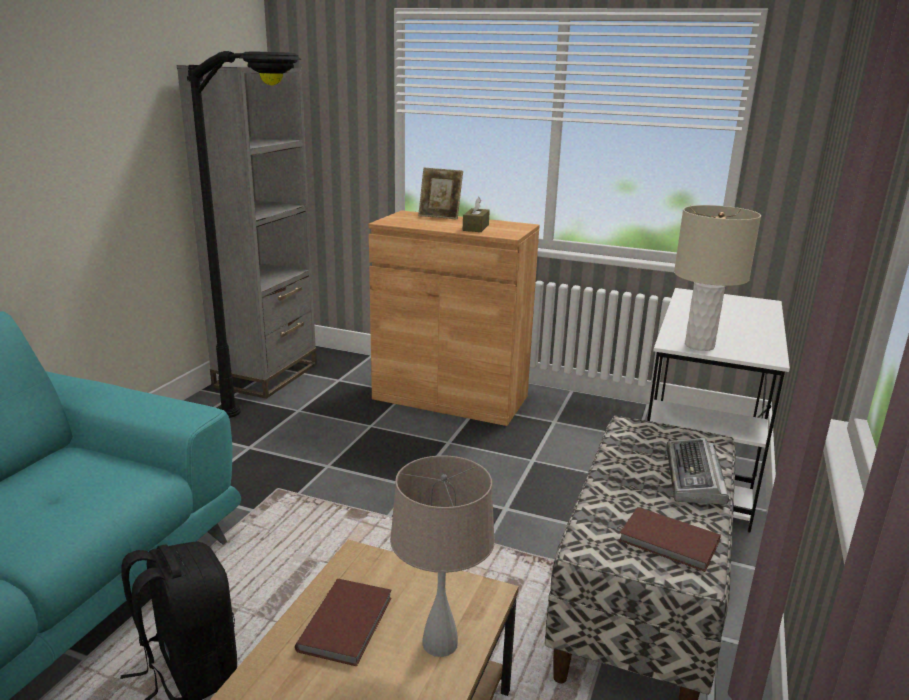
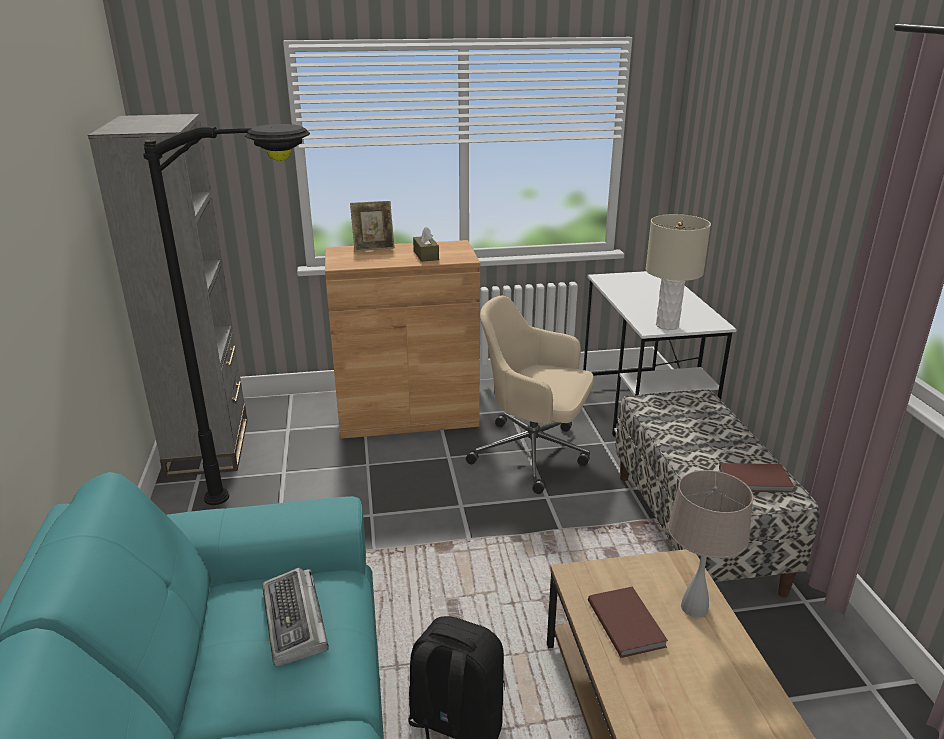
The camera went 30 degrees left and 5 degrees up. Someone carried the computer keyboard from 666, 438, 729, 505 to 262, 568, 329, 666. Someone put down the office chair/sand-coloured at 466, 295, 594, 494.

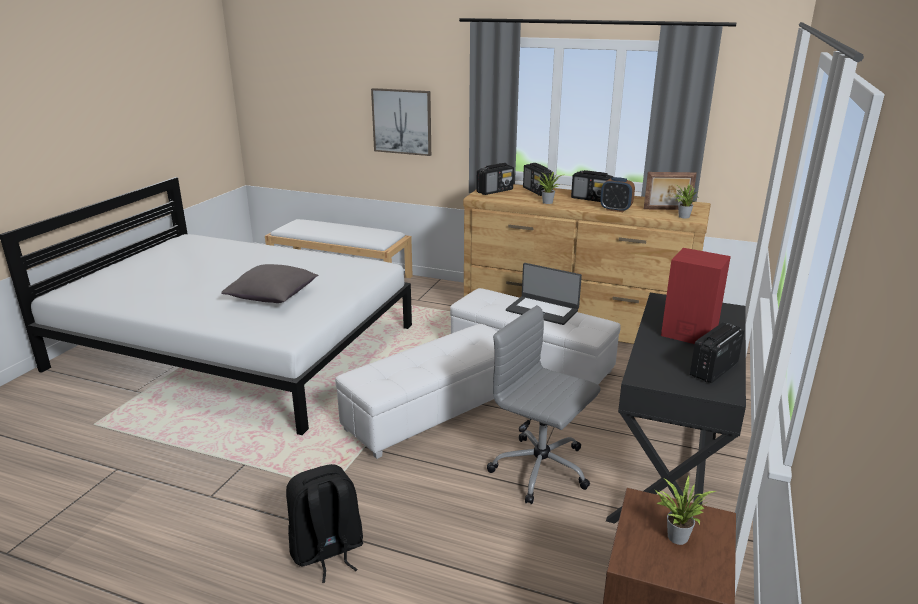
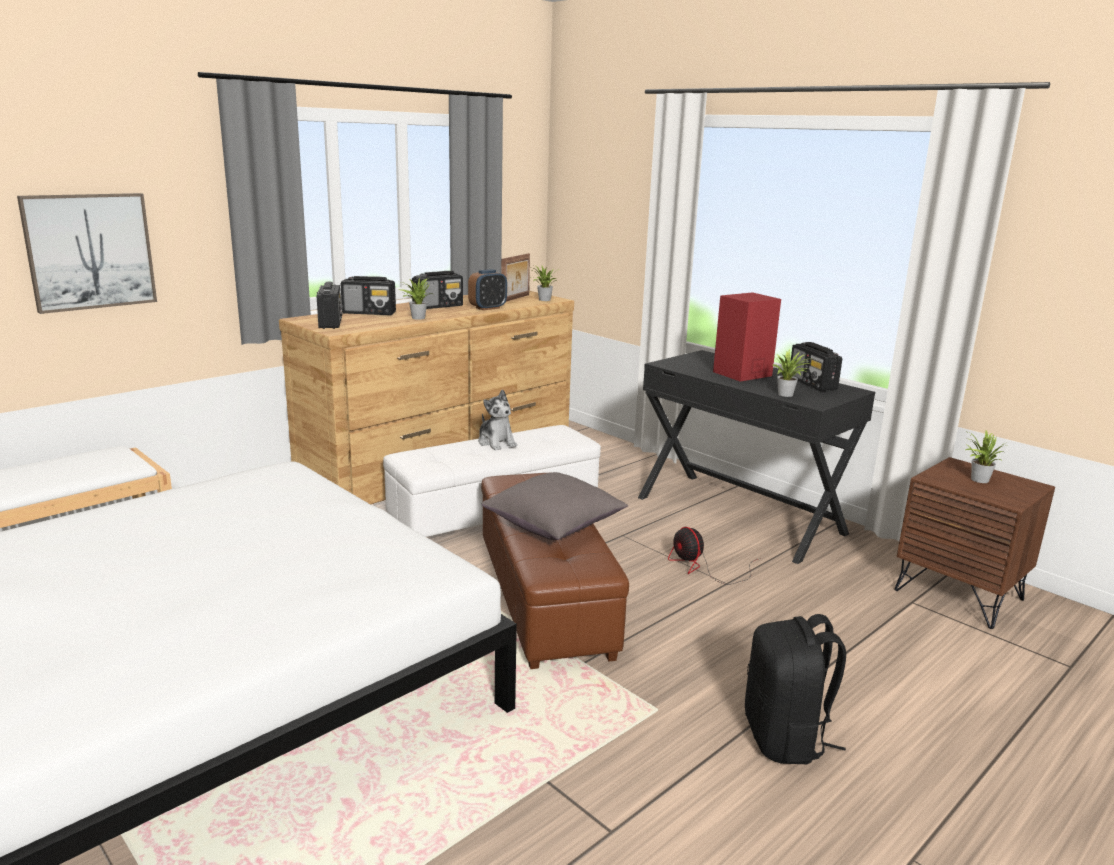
The camera went 65 degrees left and 5 degrees down. Someone swapped the notebook computer at 506, 263, 582, 325 for the soft toy at 478, 390, 517, 450. Someone repainted the pouffe/whitish at 335, 324, 498, 459, which became the pouffe/brown-coloured at 481, 473, 629, 669. Someone carried the cushion/gray from 221, 264, 318, 303 to 482, 472, 628, 540. Someone swapped the office chair/gray at 487, 305, 601, 505 for the electric fan at 668, 527, 762, 584. Someone put down the plant in a pot at 773, 350, 812, 397.

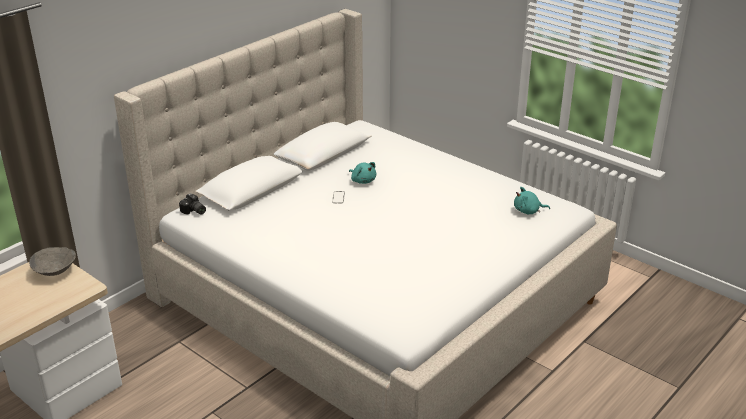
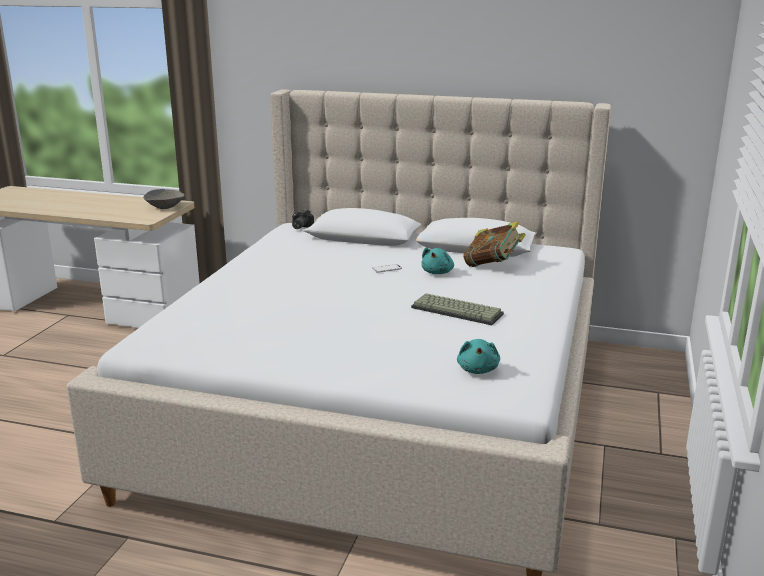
The camera went 65 degrees right and 10 degrees down. Someone put down the computer keyboard at 411, 293, 504, 325. Someone rotated the soft toy/blue-green at 514, 187, 550, 214 by 150 degrees counterclockwise. Someone put down the bound book at 463, 221, 526, 267.

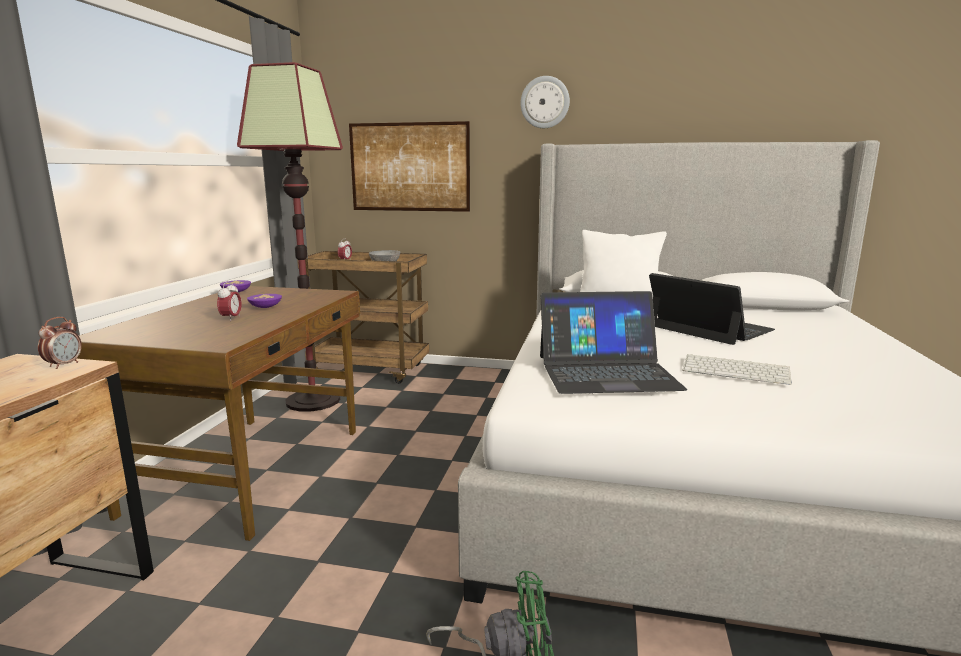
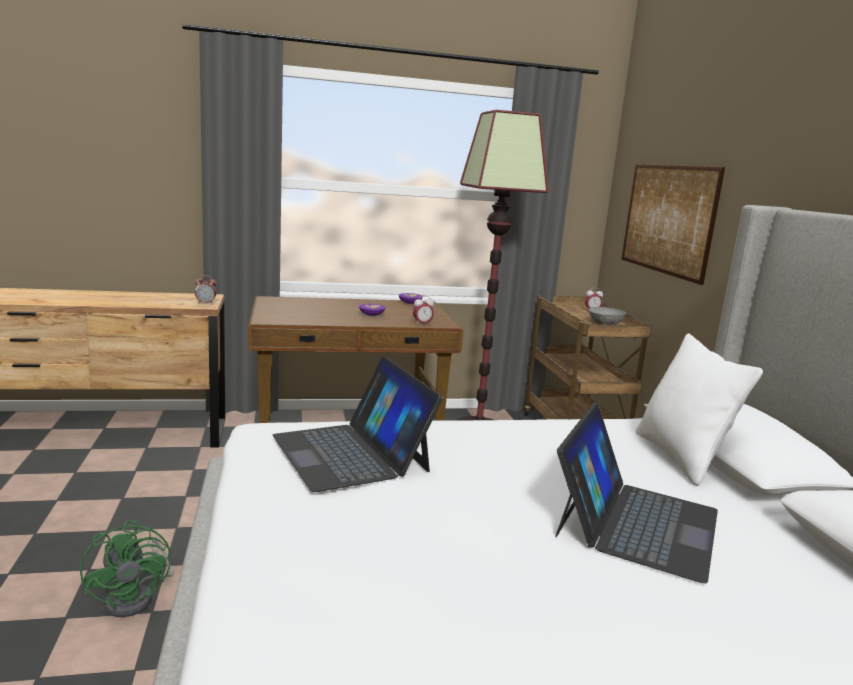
The camera went 65 degrees right and 0 degrees up. Someone carried the bedside clock from 217, 282, 242, 321 to 413, 296, 434, 324. Someone took away the clock on the wall at 520, 76, 570, 128. Someone took away the computer keyboard at 682, 354, 792, 385.

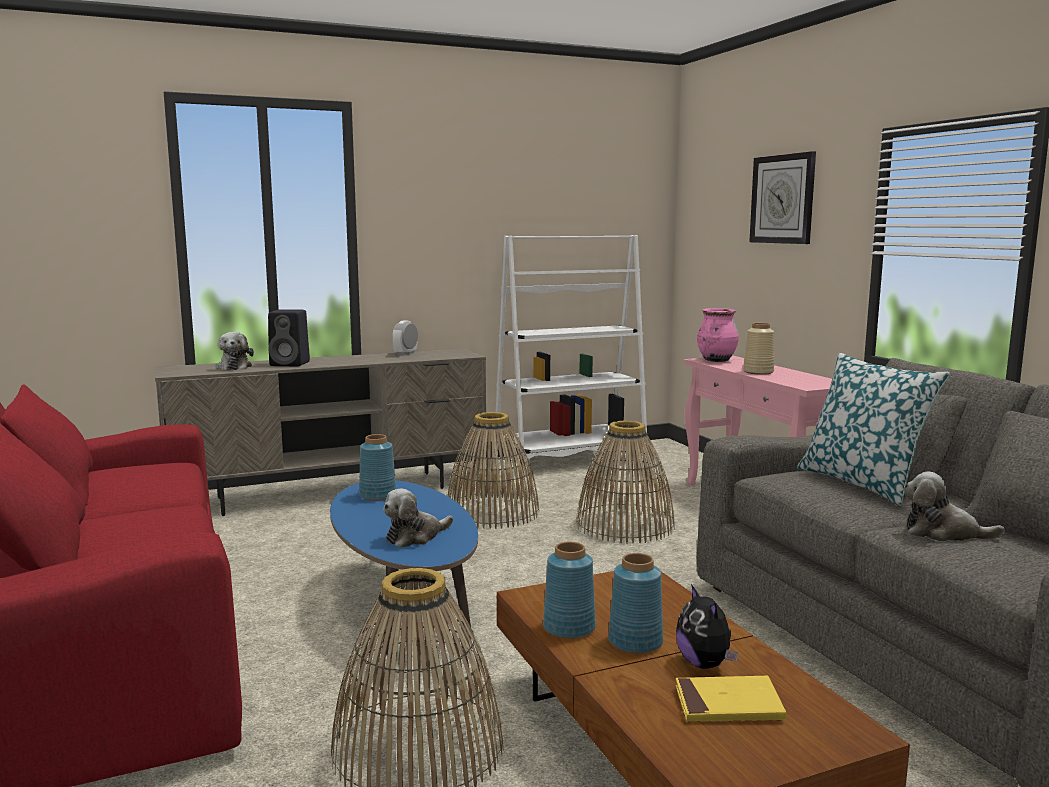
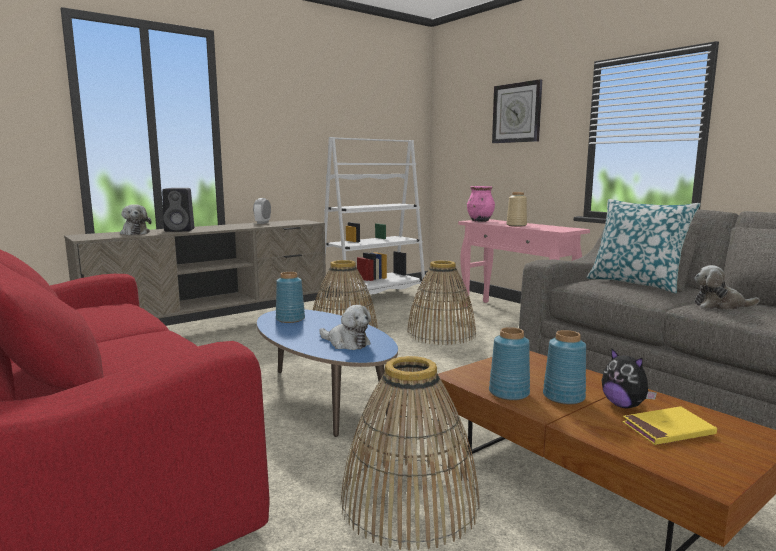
The camera went 15 degrees left and 0 degrees up. Someone rotated the soft toy at 383, 488, 453, 548 by 90 degrees counterclockwise.

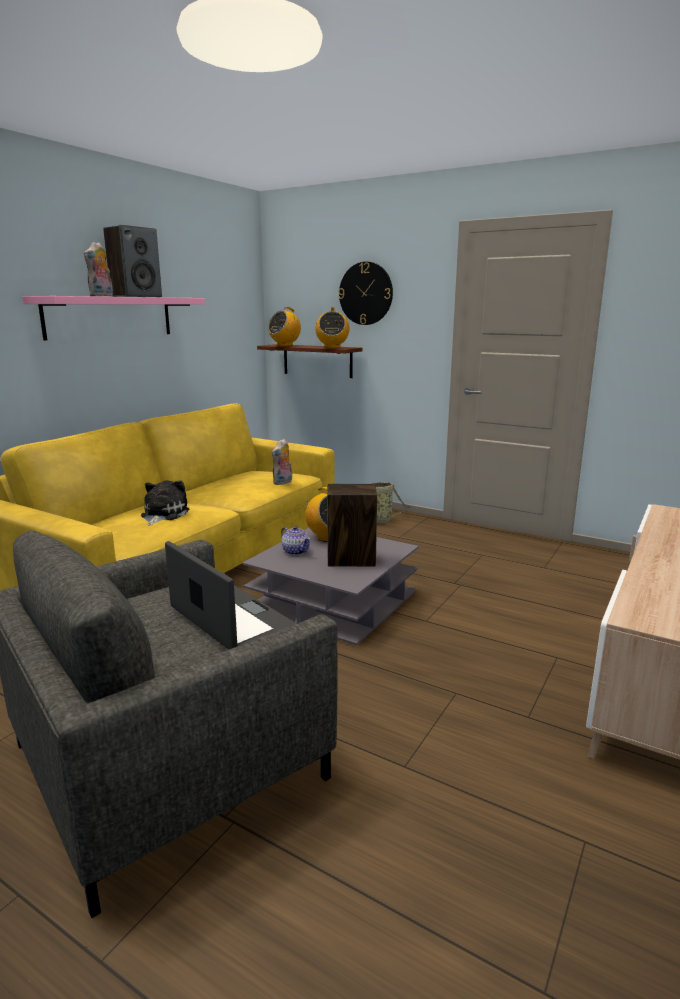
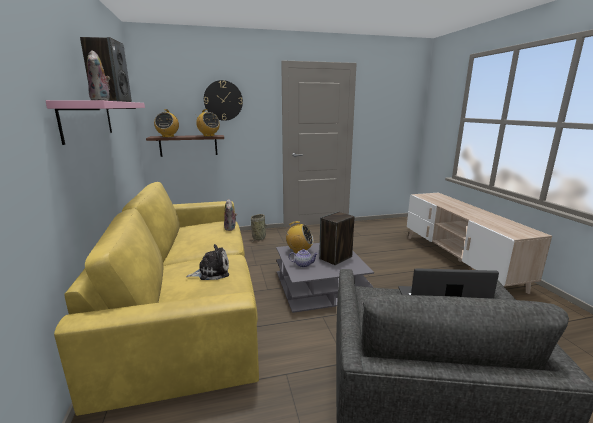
The camera went 45 degrees left and 0 degrees up. Someone rotated the soft toy at 141, 480, 190, 526 by 105 degrees clockwise.

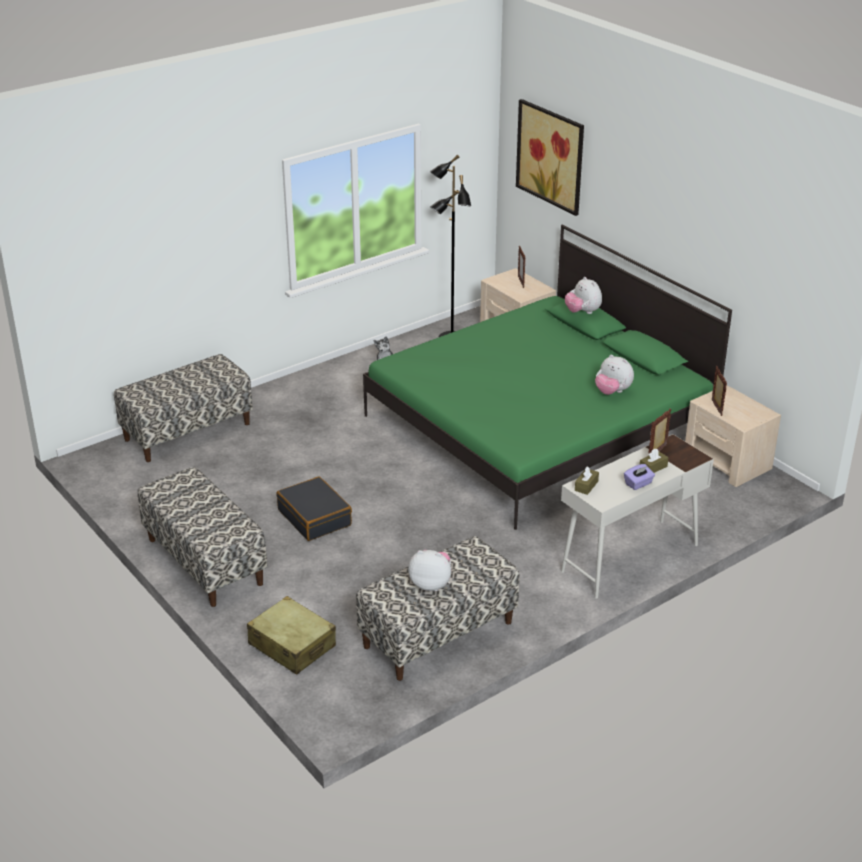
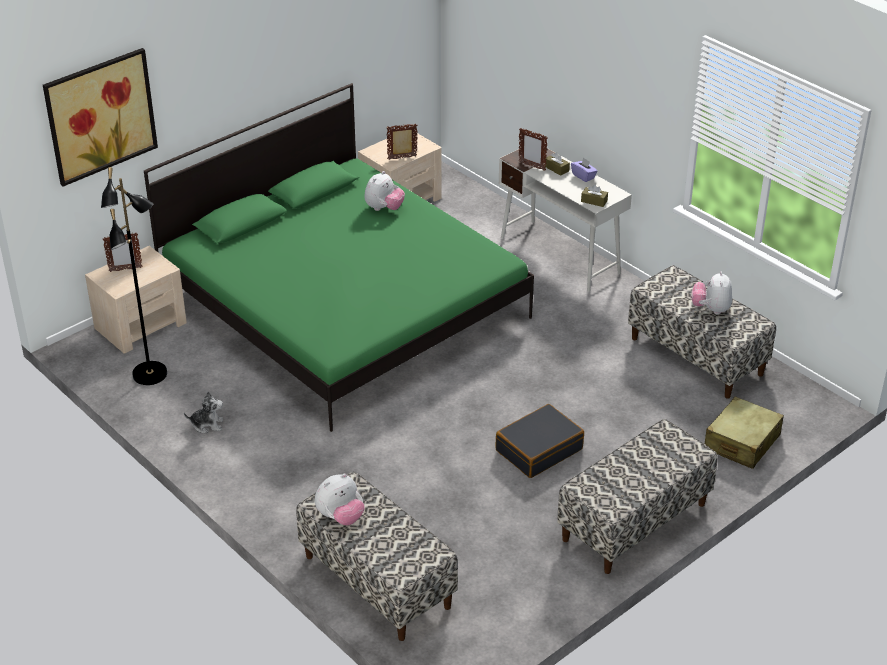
The camera went 95 degrees left and 5 degrees up. Someone carried the soft toy from 565, 277, 602, 314 to 315, 474, 365, 525.

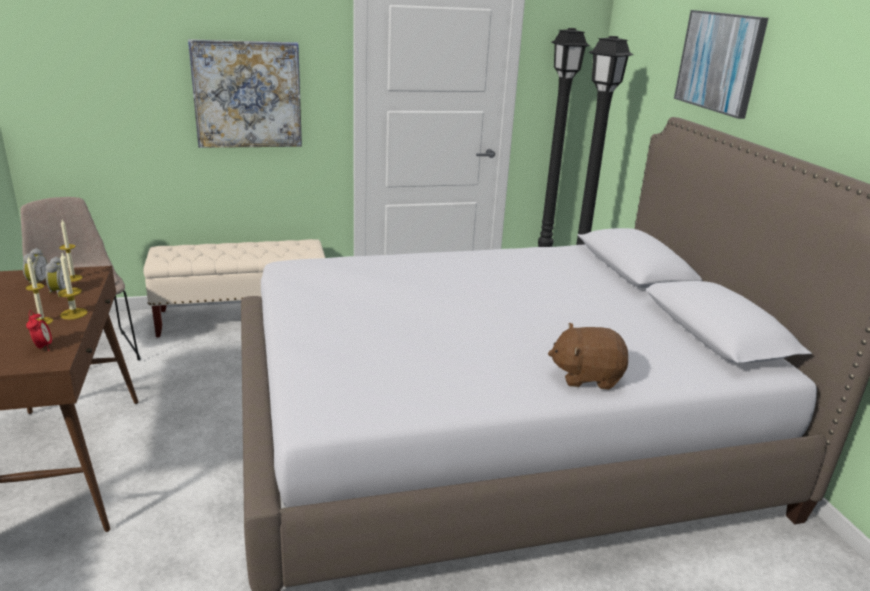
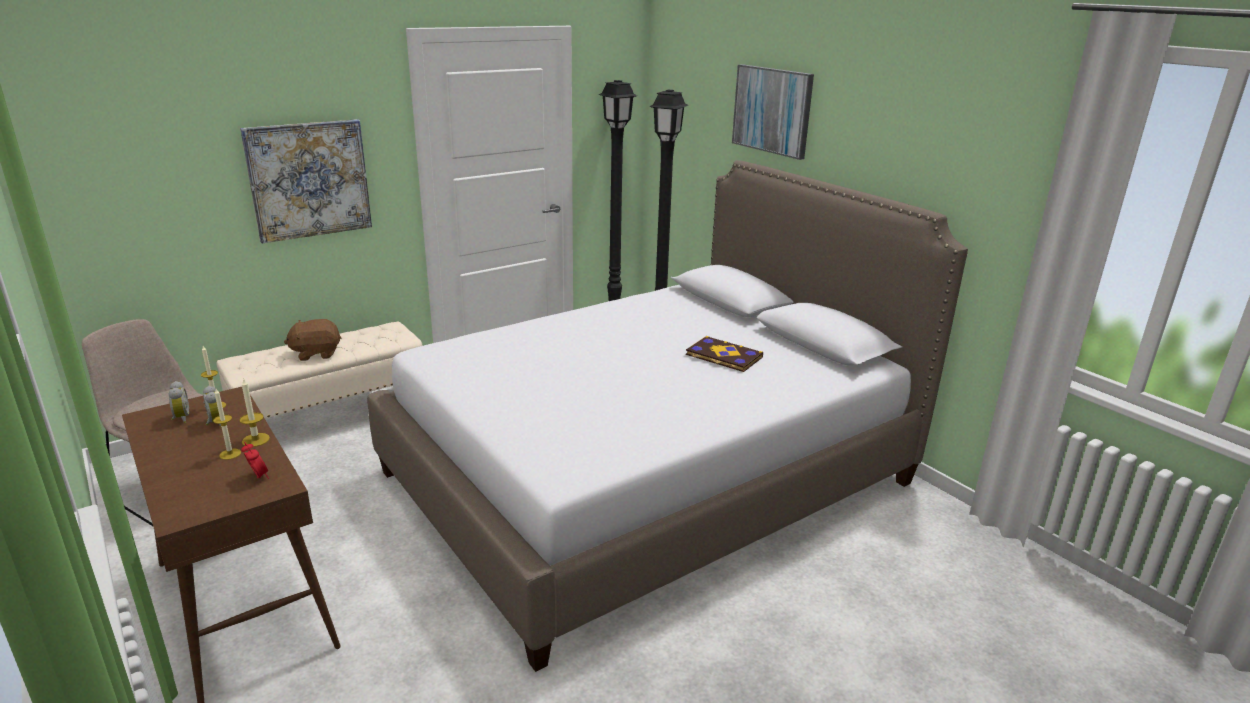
The camera went 20 degrees left and 0 degrees up. Someone carried the soft toy/brown-coloured from 548, 323, 628, 390 to 284, 319, 341, 361. Someone put down the bound book at 686, 336, 763, 372.

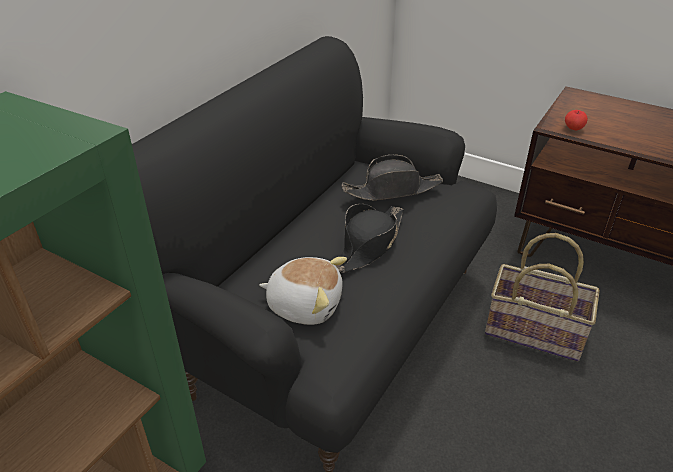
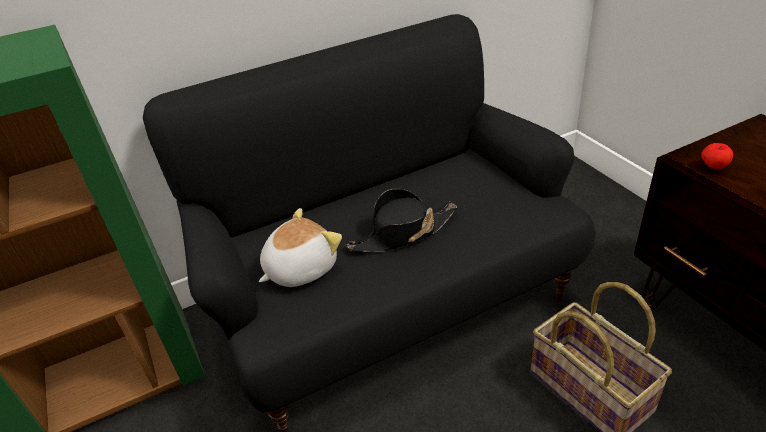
The camera went 35 degrees right and 0 degrees up. Someone rotated the soft toy at 259, 257, 347, 325 by 90 degrees counterclockwise. Someone took away the hat/blackish at 342, 155, 443, 200.

